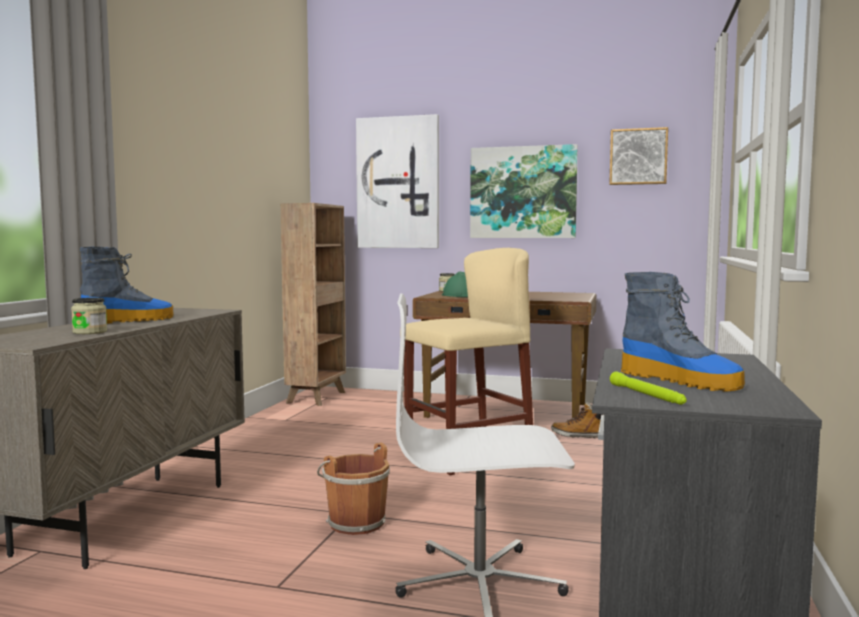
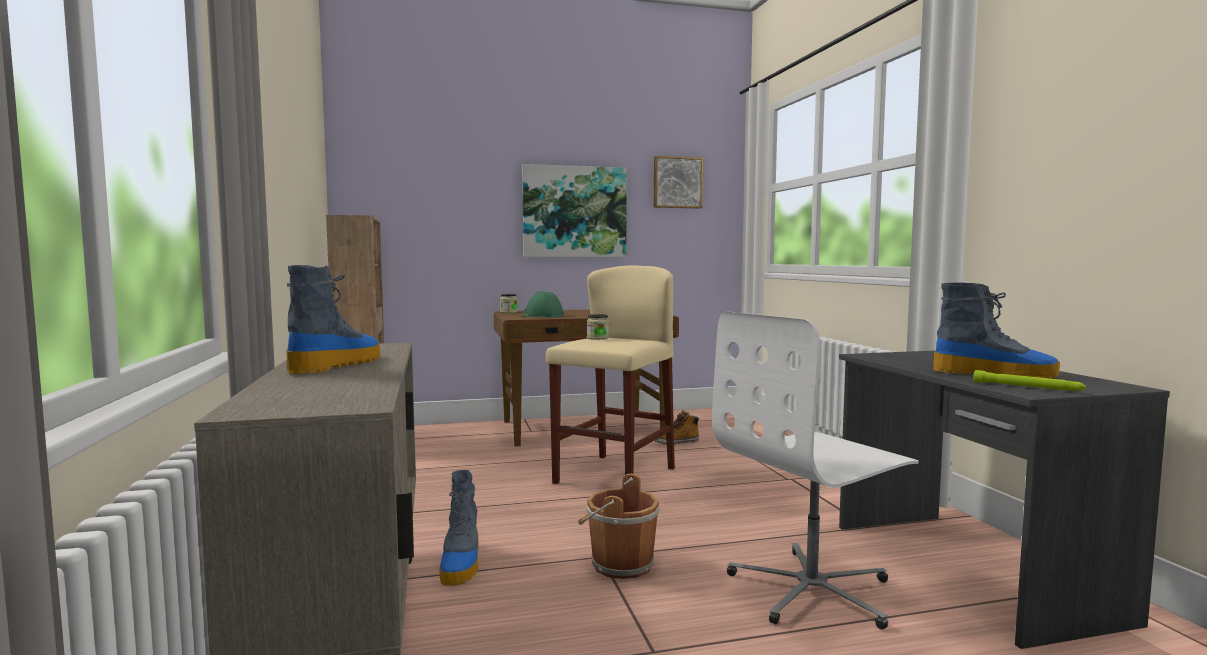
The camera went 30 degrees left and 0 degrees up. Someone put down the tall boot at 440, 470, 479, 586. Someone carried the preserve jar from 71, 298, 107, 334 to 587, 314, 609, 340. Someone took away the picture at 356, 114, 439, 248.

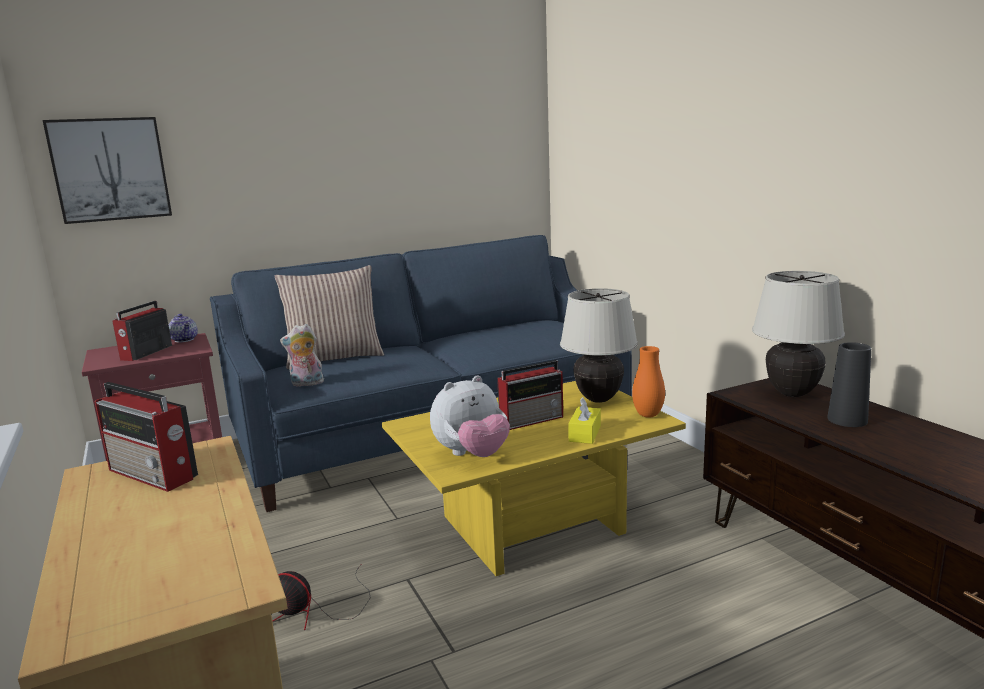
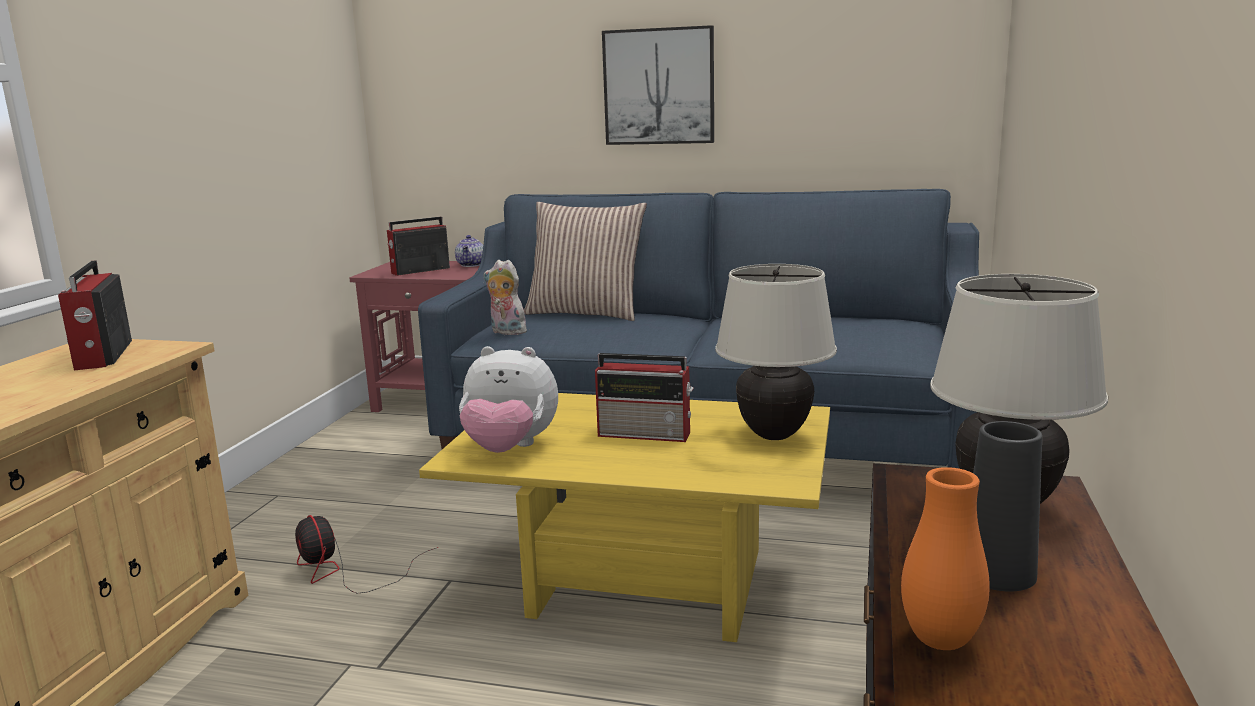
The camera went 40 degrees right and 0 degrees up. Someone carried the picture from 43, 117, 172, 224 to 602, 25, 714, 145. Someone carried the decorative vase/orange-coloured from 632, 346, 665, 418 to 901, 467, 990, 650. Someone took away the tissue holder/yellow-coloured at 568, 397, 601, 444.

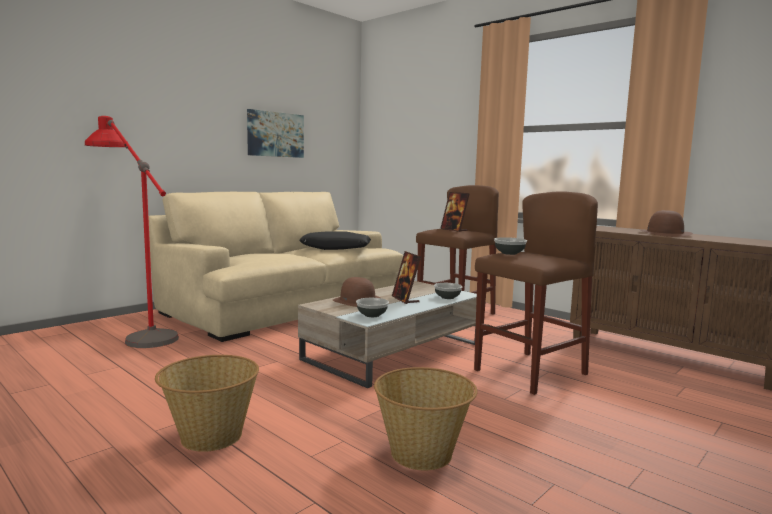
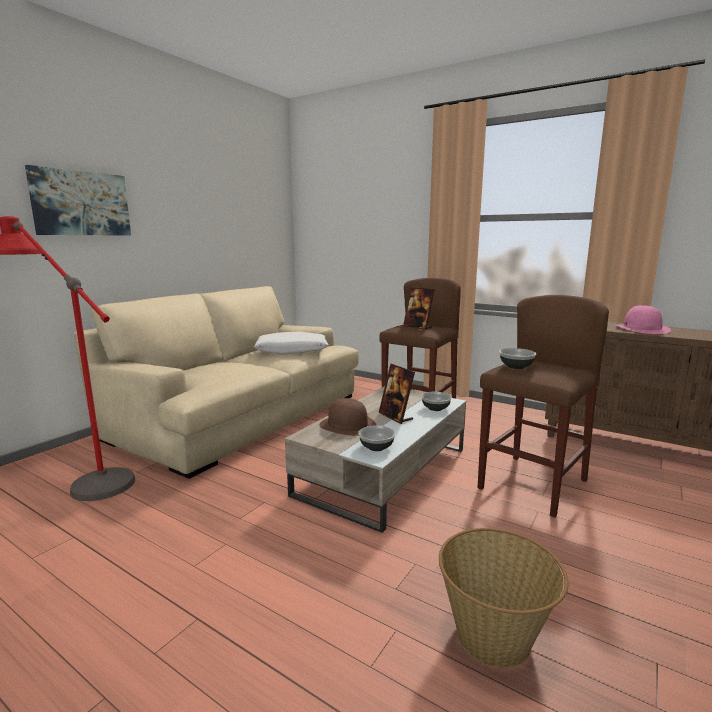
The camera went 10 degrees left and 5 degrees up. Someone carried the picture from 247, 109, 304, 158 to 25, 165, 131, 236. Someone repainted the cushion/blackish at 299, 231, 371, 250, which became the cushion/whitish at 254, 331, 329, 355. Someone repainted the hat/brown-coloured at 641, 210, 693, 237, which became the hat/pinkish at 616, 305, 671, 334. Someone took away the basket at 155, 355, 259, 452.

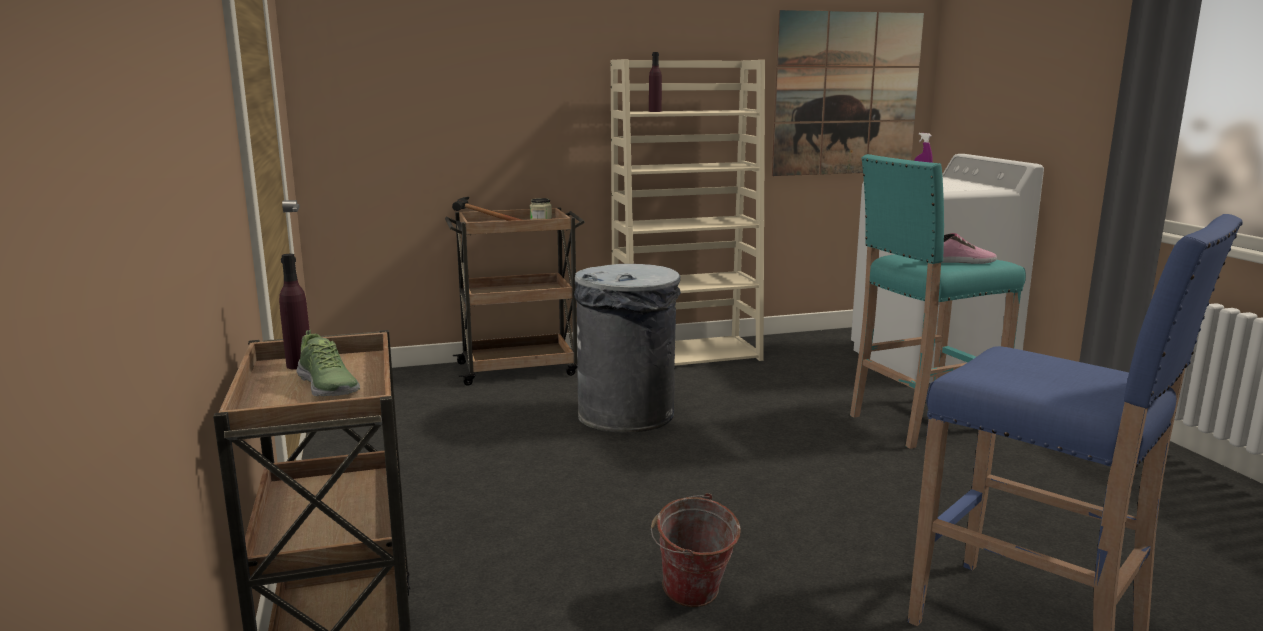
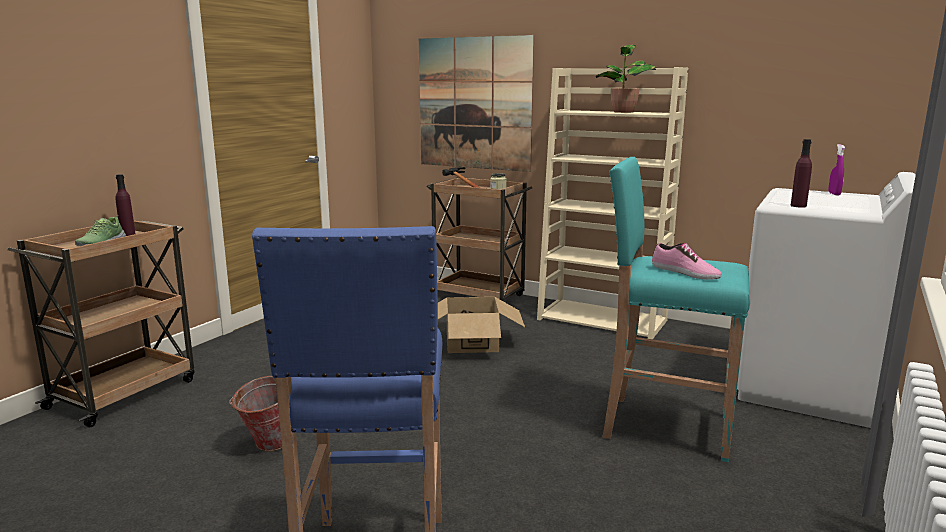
The camera went 45 degrees right and 0 degrees up. Someone carried the picture from 772, 10, 924, 176 to 419, 35, 534, 172. Someone swapped the waste bin/gray at 574, 264, 681, 433 for the cardboard box at 438, 297, 525, 353. Someone put down the plant in a pot at 596, 45, 657, 113. Someone carried the beverage bottle/purple-coloured from 649, 52, 662, 112 to 790, 139, 812, 208.

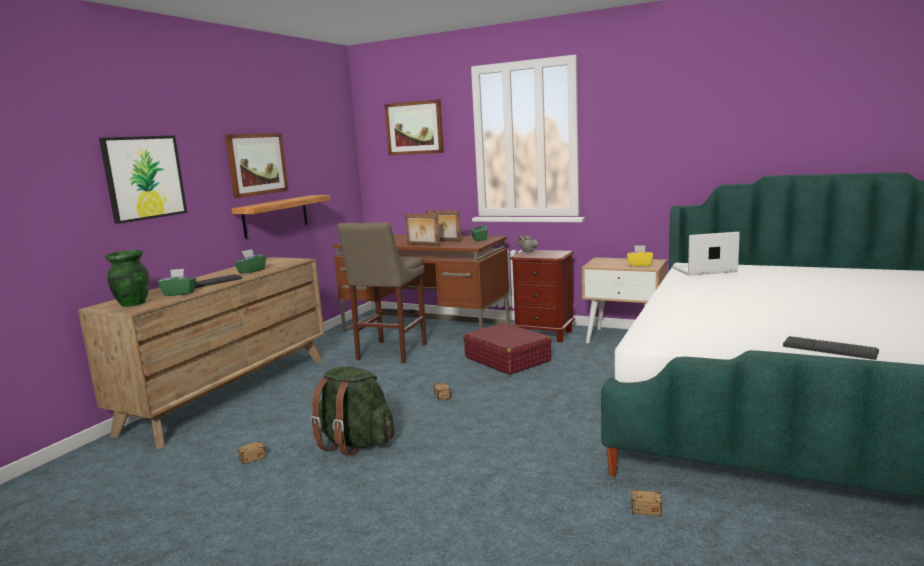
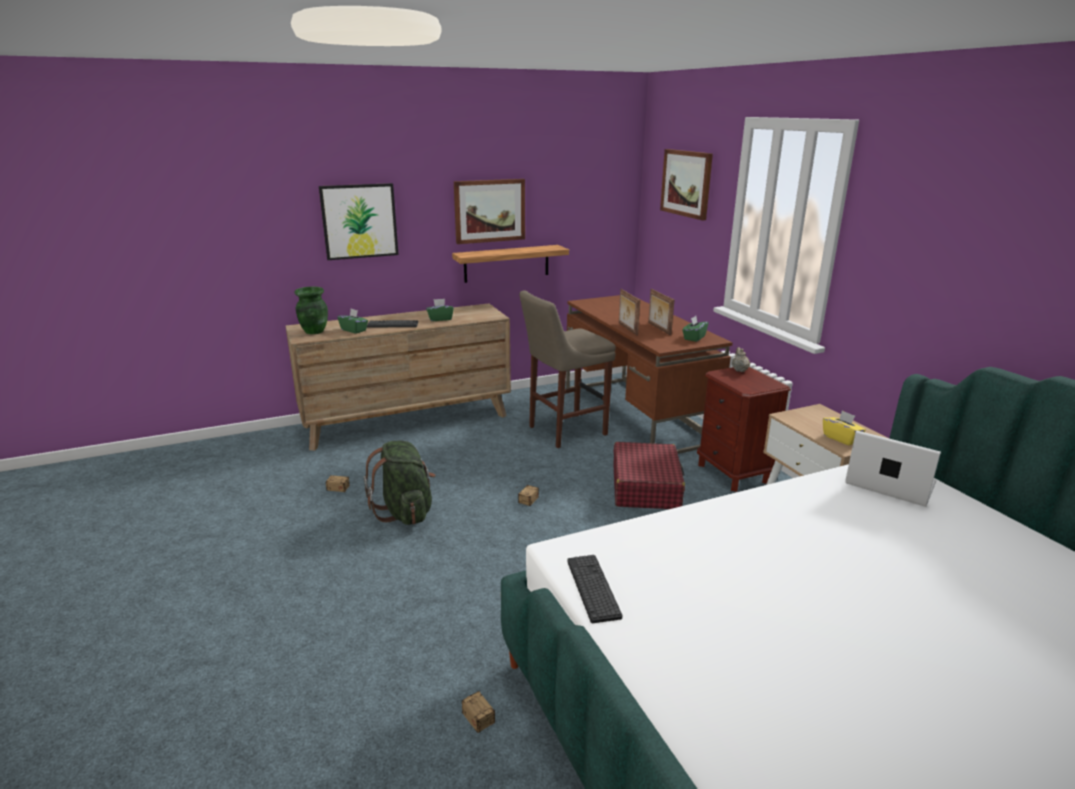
The camera went 40 degrees right and 10 degrees up. Someone carried the computer keyboard from 783, 336, 879, 360 to 567, 555, 622, 623.

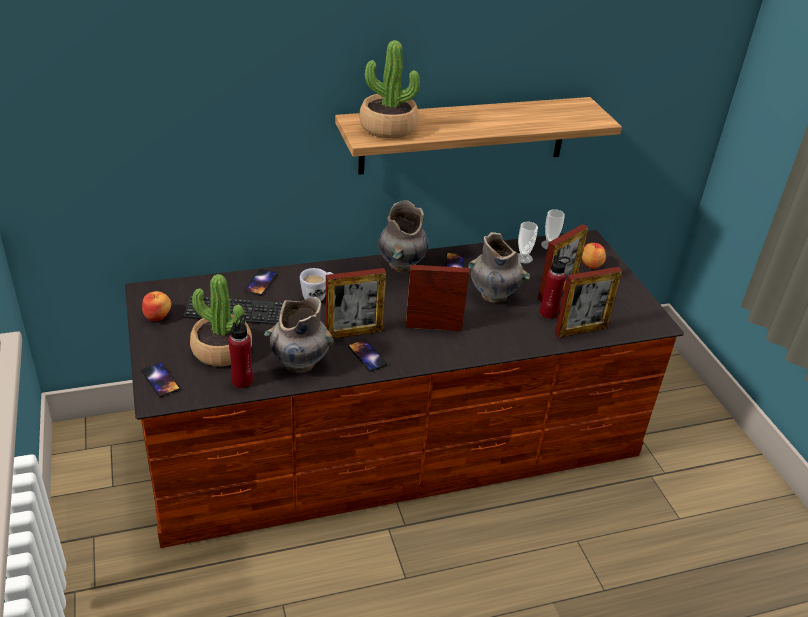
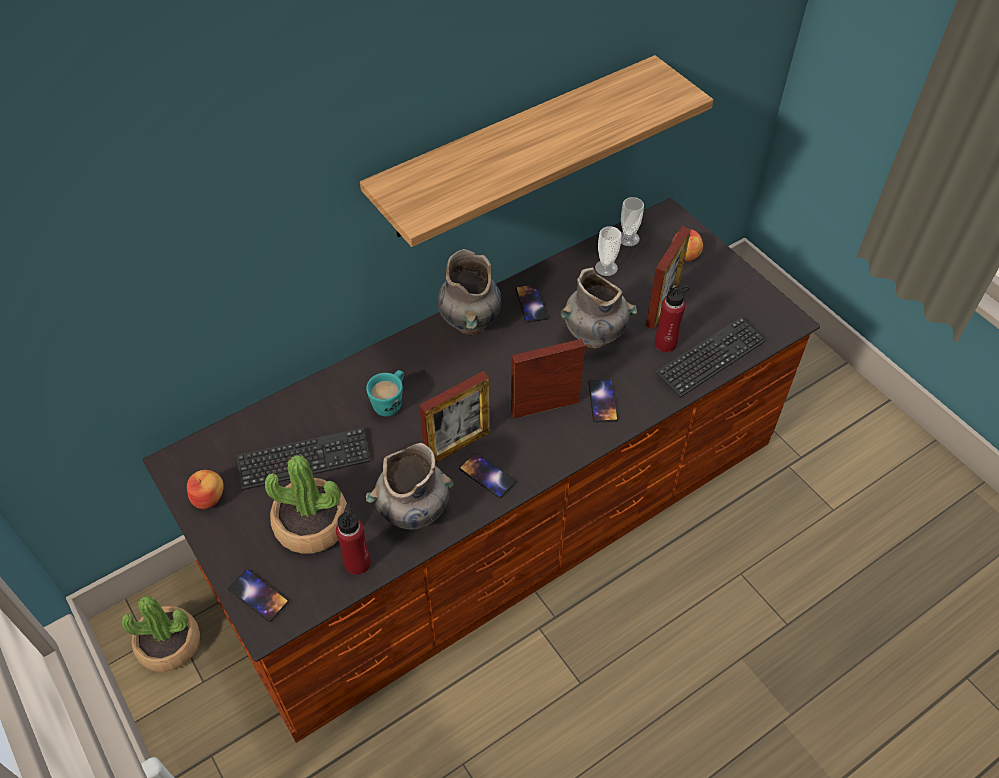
The camera went 15 degrees left and 15 degrees up. Someone carried the plant in a pot from 359, 40, 420, 138 to 122, 596, 200, 672. Someone repainted the tea mug/whitish at 300, 268, 333, 301, which became the tea mug/blue-green at 366, 370, 404, 416. Someone carried the handset from 244, 269, 277, 296 to 588, 379, 618, 422. Someone swapped the photo frame at 555, 267, 622, 338 for the computer keyboard at 656, 317, 766, 398.

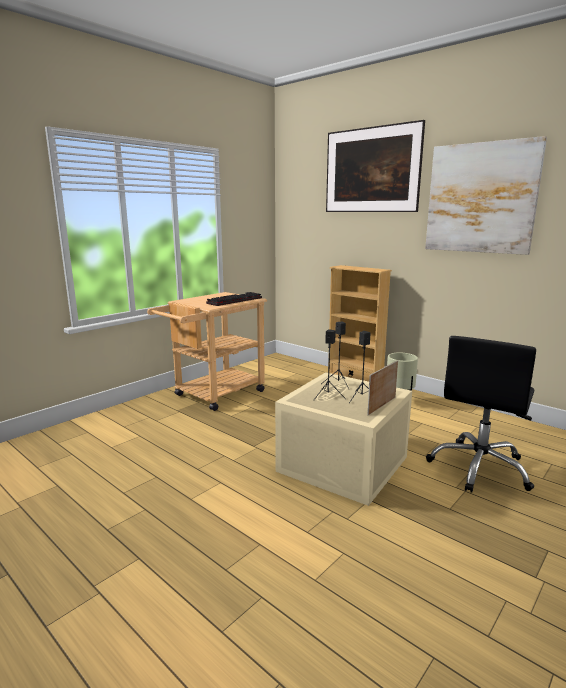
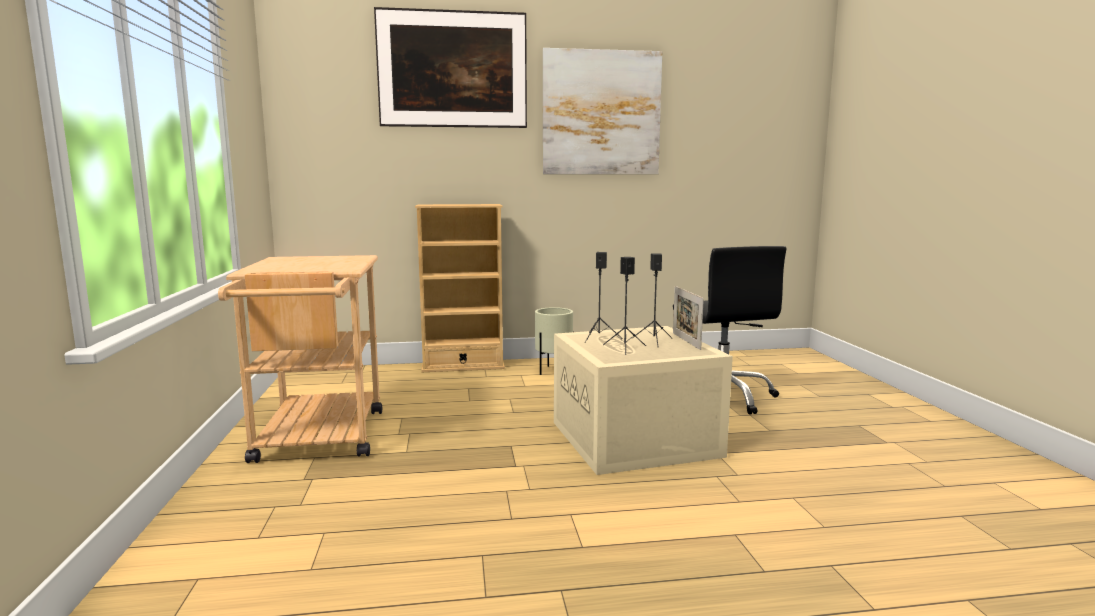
The camera went 50 degrees left and 5 degrees down. Someone took away the computer keyboard at 206, 292, 262, 306.

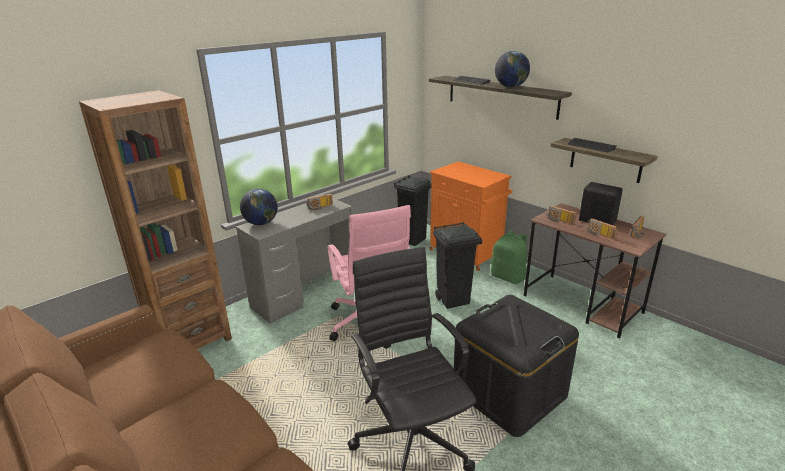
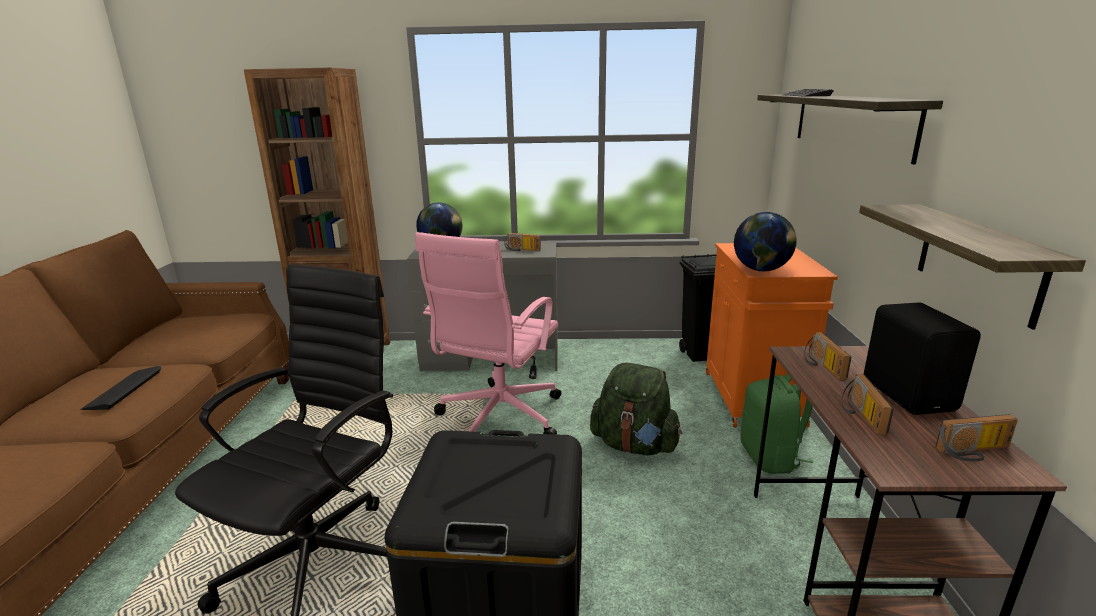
The camera went 45 degrees right and 5 degrees down. Someone carried the computer keyboard from 568, 138, 616, 153 to 80, 366, 162, 410. Someone swapped the waste bin/blackish at 433, 222, 482, 309 for the backpack/green-coloured at 590, 363, 682, 455. Someone carried the world globe from 495, 51, 530, 88 to 734, 212, 797, 271.

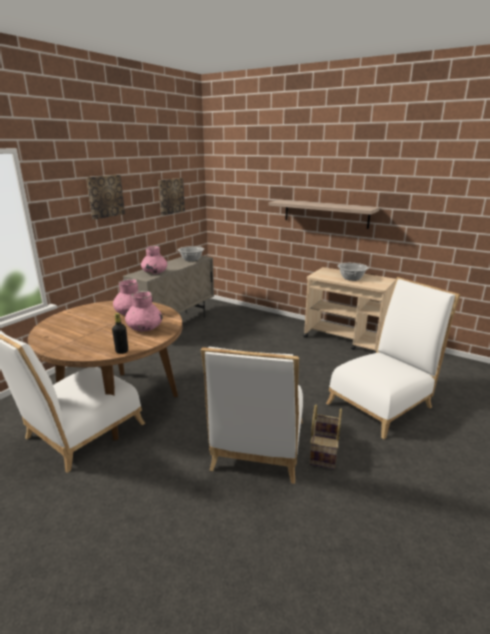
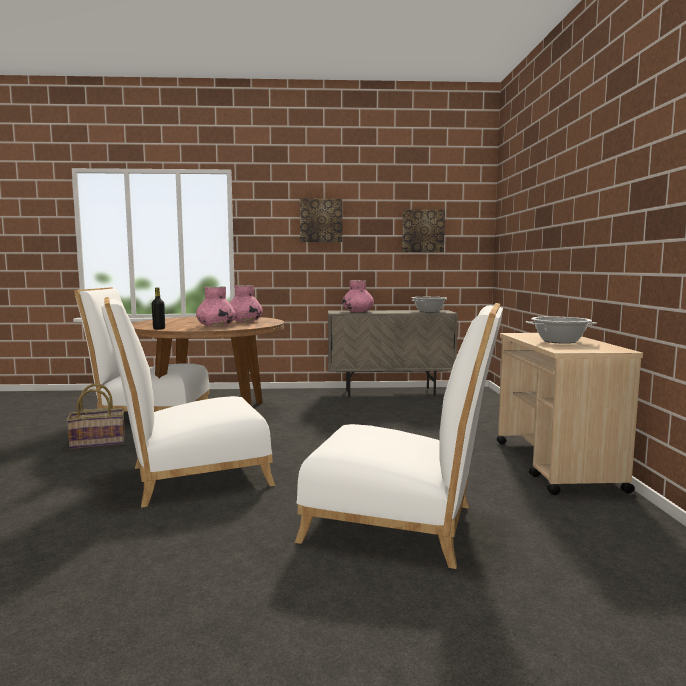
The camera went 55 degrees right and 15 degrees down. Someone carried the basket from 309, 405, 342, 469 to 66, 384, 125, 449. Someone took away the wall shelf at 268, 200, 380, 229.

